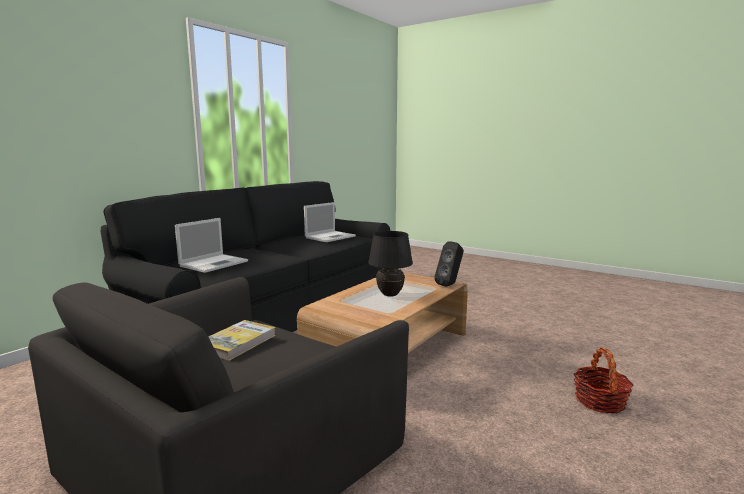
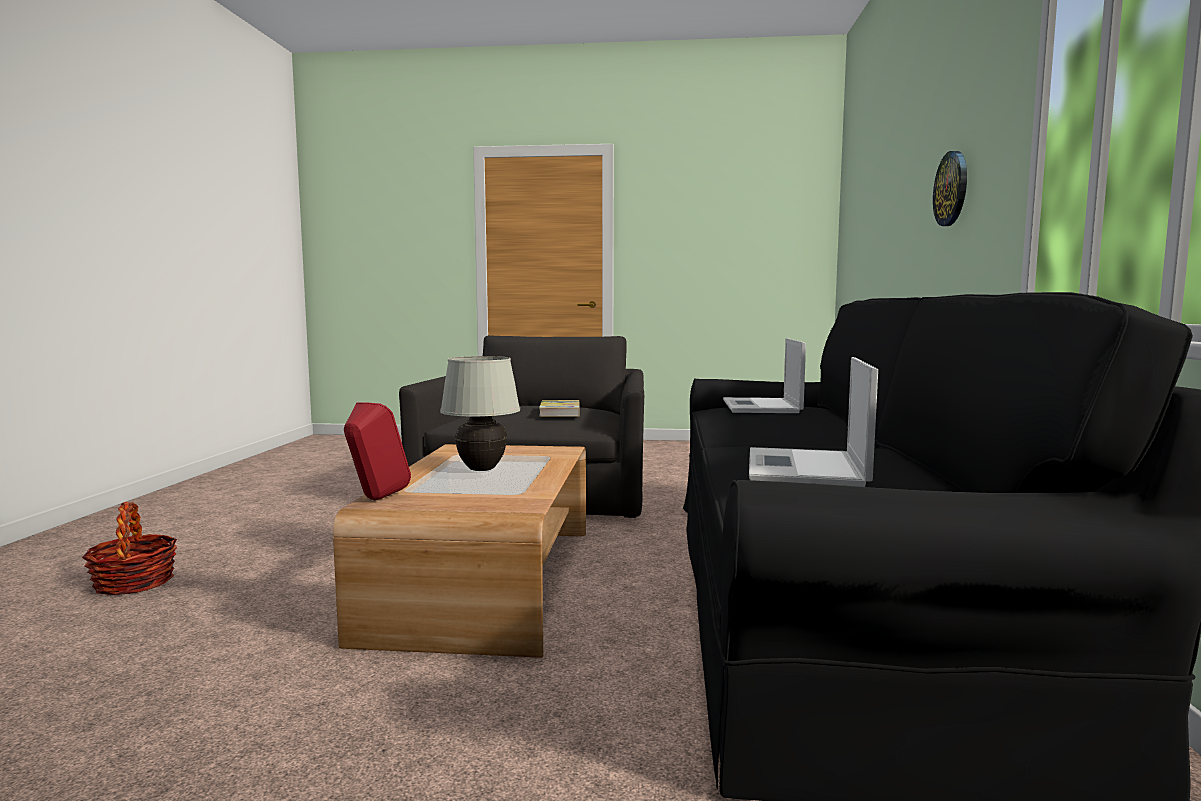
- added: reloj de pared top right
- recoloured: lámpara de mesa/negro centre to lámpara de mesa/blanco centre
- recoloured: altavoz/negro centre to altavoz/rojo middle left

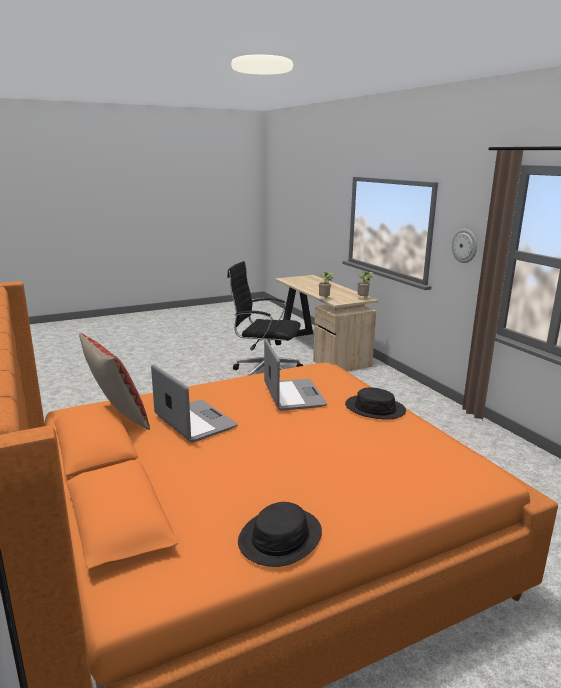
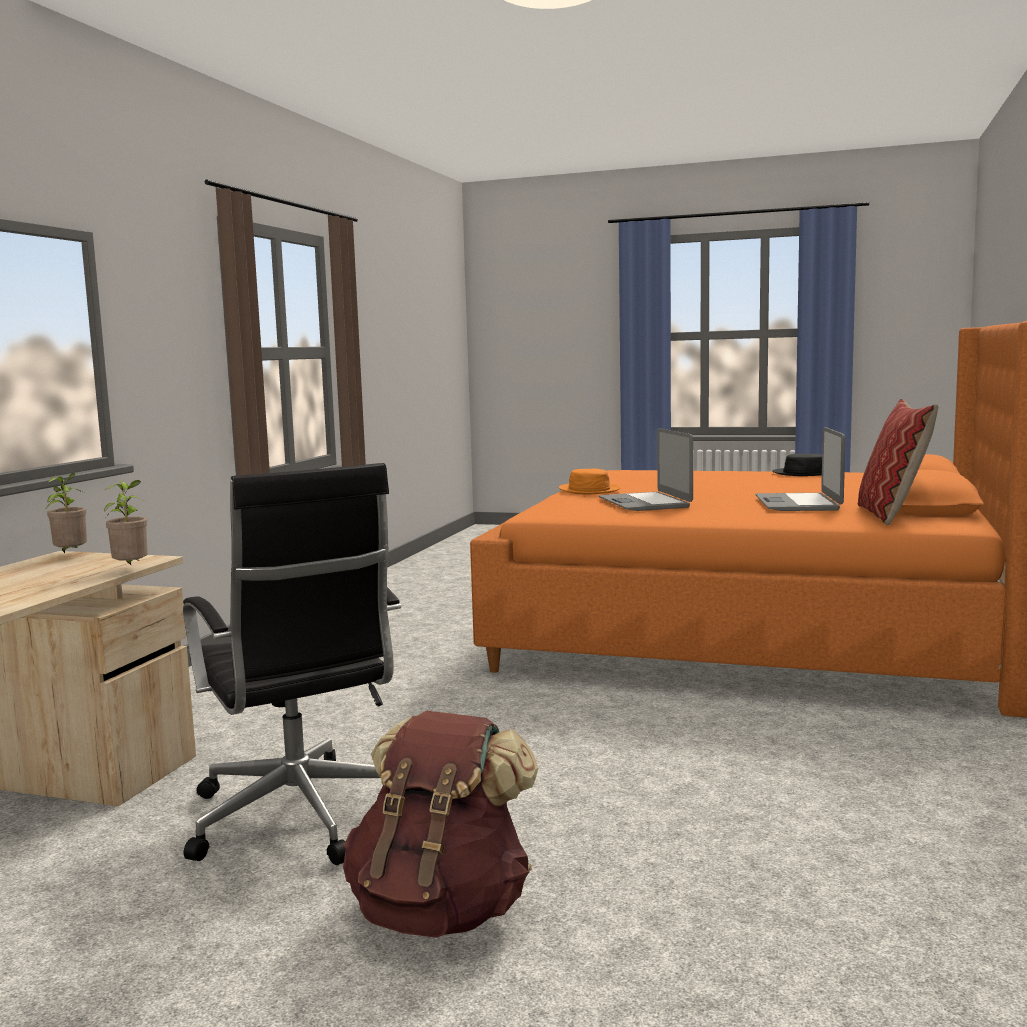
- removed: reloj de pared middle right
- added: mochila/marrón bottom centre
- recoloured: sombrero/negro (2nd from left) middle right to sombrero/naranja centre
- turned: portátil (2nd from left in the first image) centre = centre 45 degrees counterclockwise

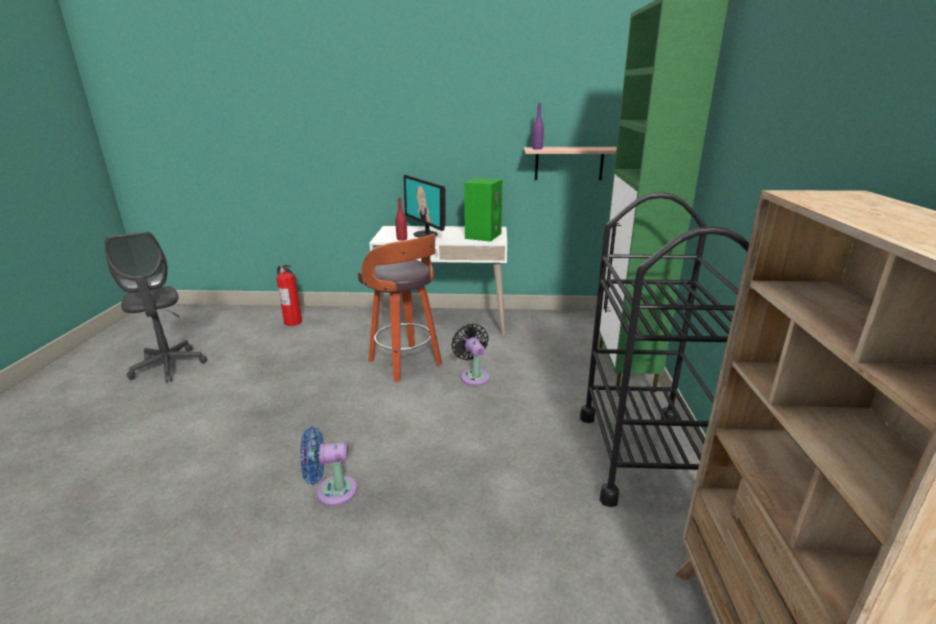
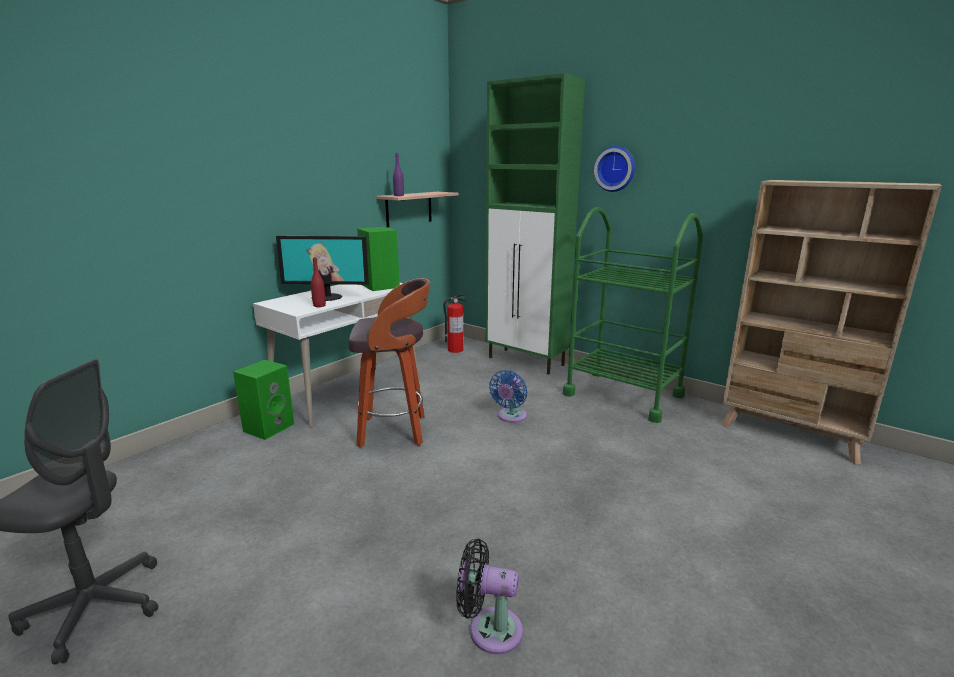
- added: altavoz/verde (1st from left) middle left
- added: reloj de pared top centre
- moved: extintor middle left to centre
- moved: ventilador/azul bottom centre to centre
- moved: ventilador/negro centre to bottom centre
- recoloured: carrito/negro middle right to carrito/verde centre

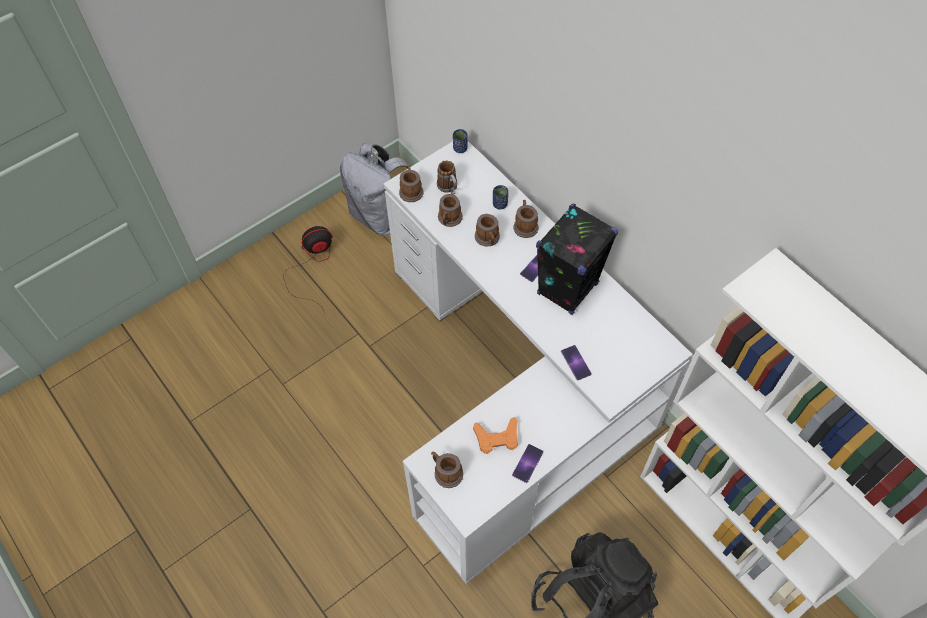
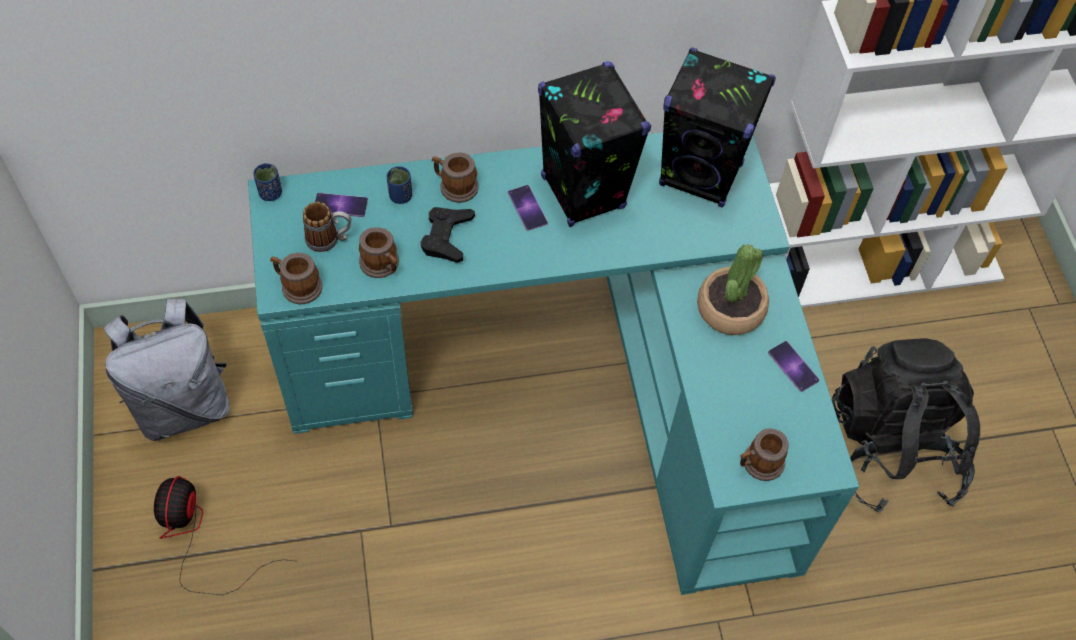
- removed: mando de consola/naranja bottom centre
- added: altavoz/negro (2nd from left) top centre
- added: planta en maceta middle right
- moved: móvil (3rd from left in the first image) centre to móvil (1st from left) top left
- replaced: taza grande (5th from left) centre to mando de consola/negro centre
- recoloured: escritorio/blanco centre to escritorio/turquesa centre

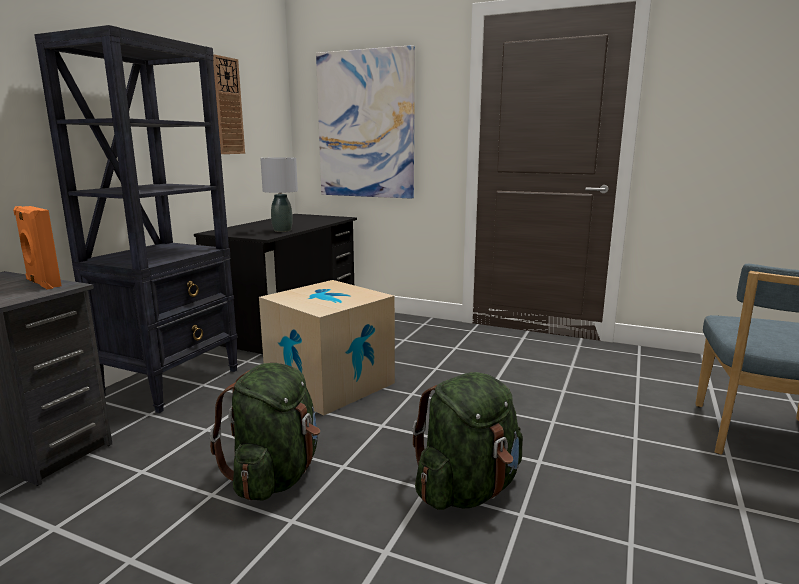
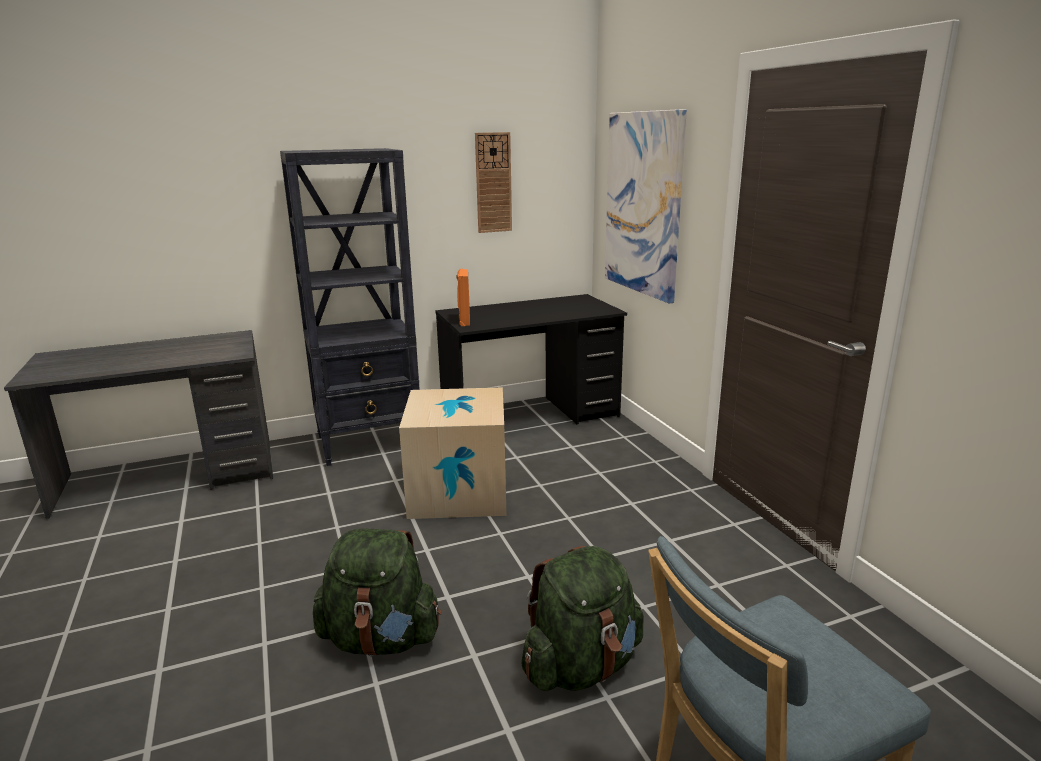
- removed: lámpara de mesa/gris top centre
- moved: altavoz/naranja middle left to centre
- moved: mochila/verde (1st from left in the first image) bottom left to mochila/verde (2nd from left) bottom centre

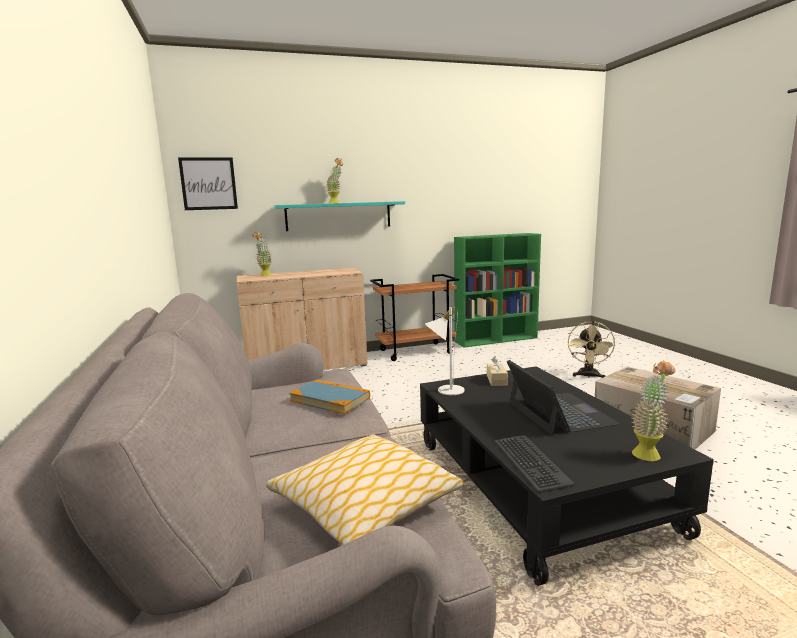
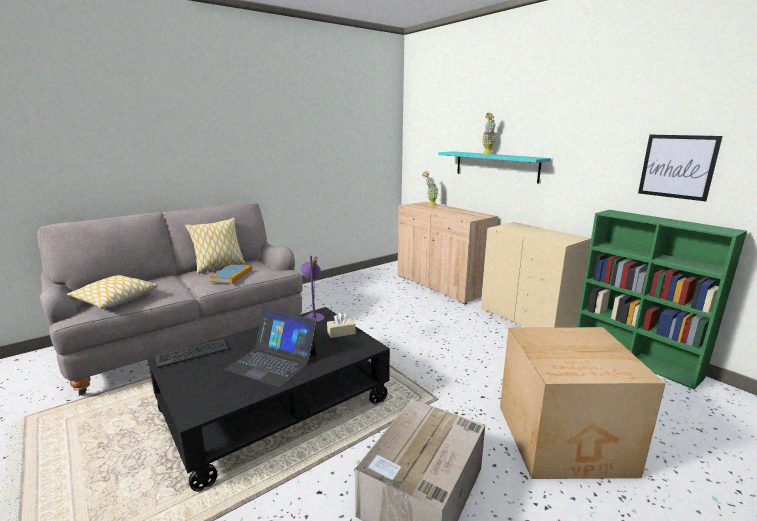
- removed: planta en maceta (3rd from left) middle right
- added: cojín (2nd from left) middle left
- moved: cuadro top left to top right
- replaced: carrito/marrón centre to cómoda/beis middle right
- replaced: ventilador/beis middle right to caja de cartón (2nd from left) bottom right
- recoloured: lámpara de mesa/blanco centre to lámpara de mesa/morado centre
- turned: portátil middle right = centre 60 degrees clockwise

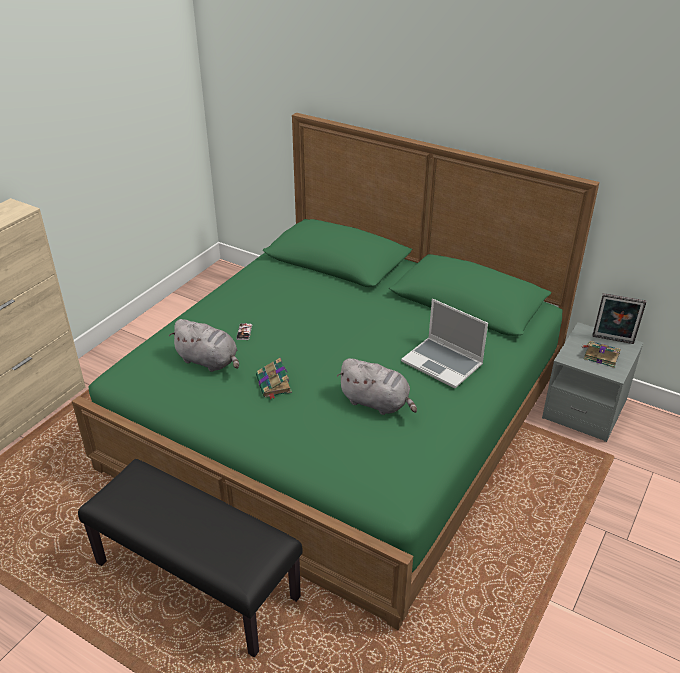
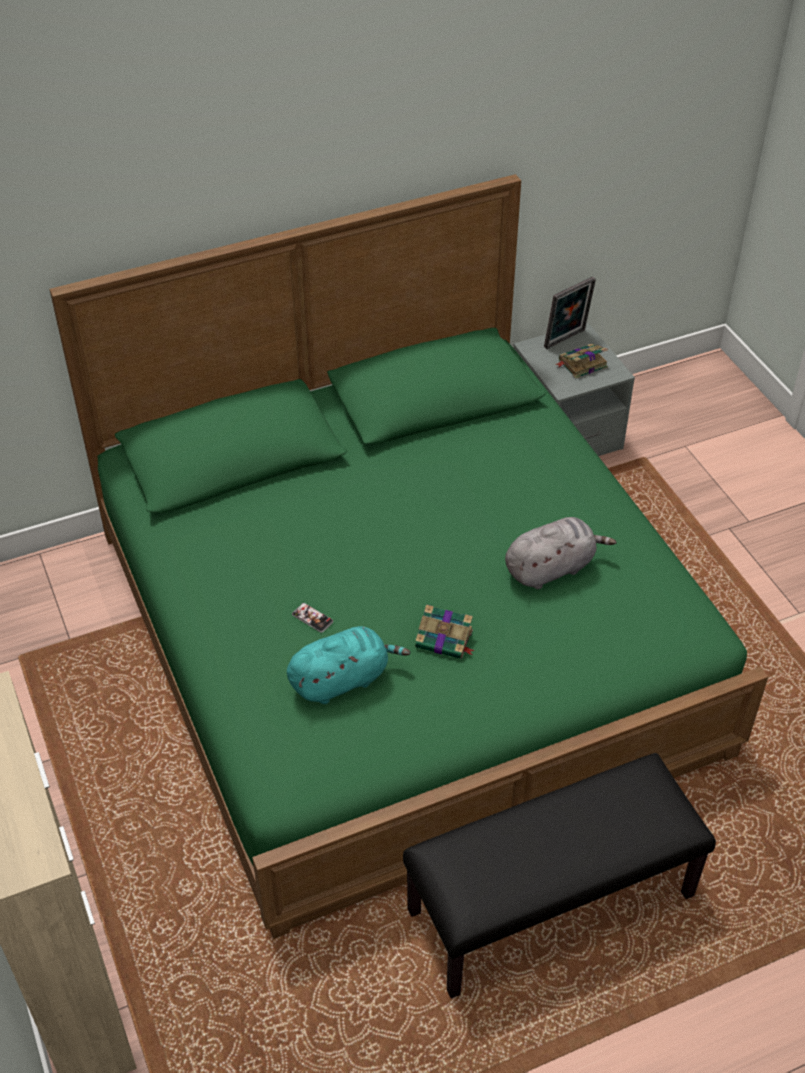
- removed: portátil centre
- recoloured: peluche/gris (1st from left) middle left to peluche/turquesa centre

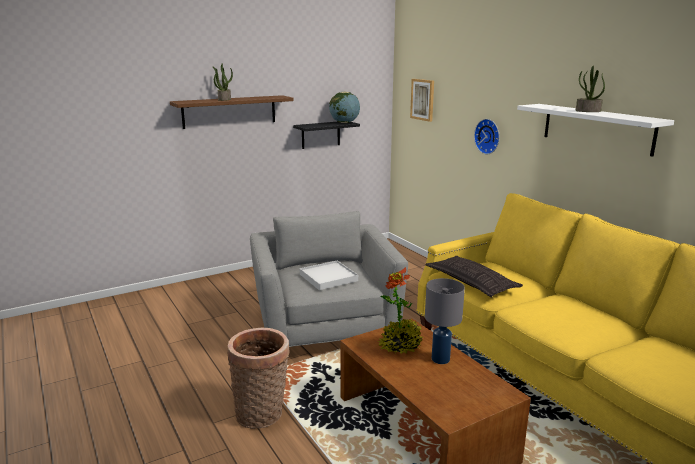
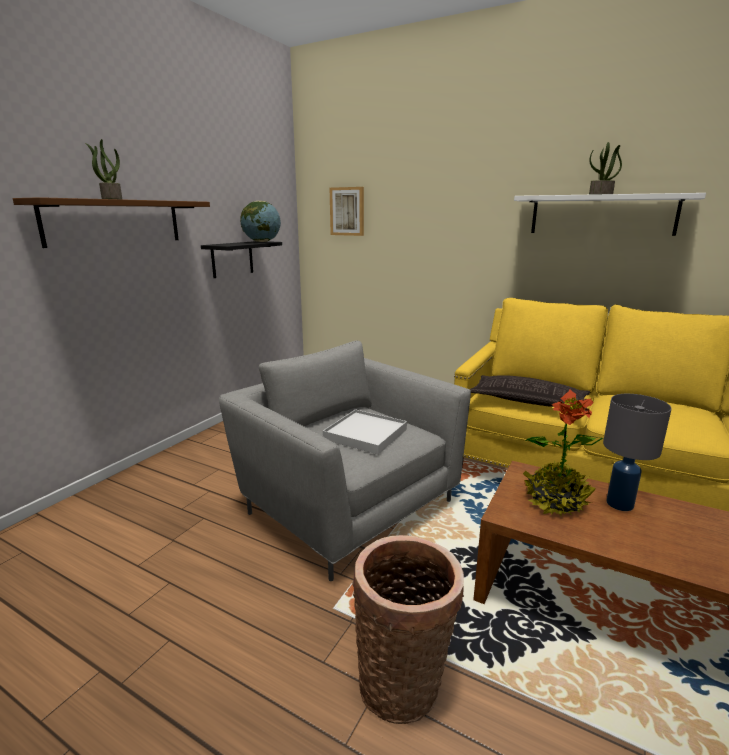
- removed: reloj de pared top right

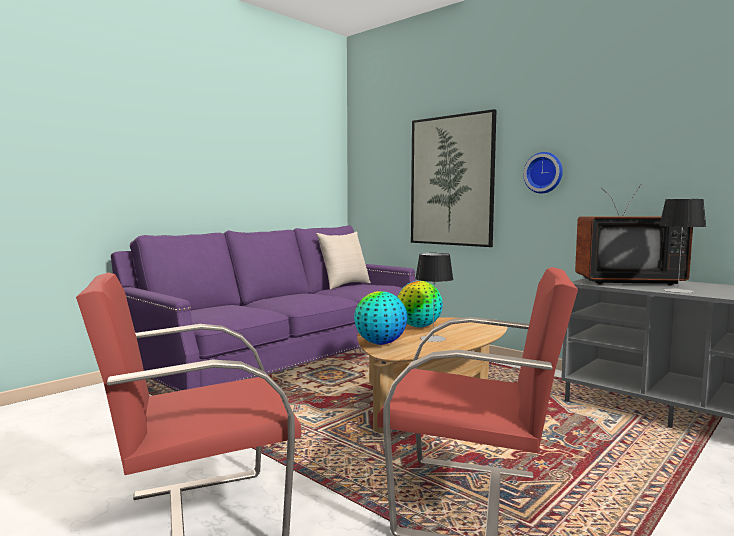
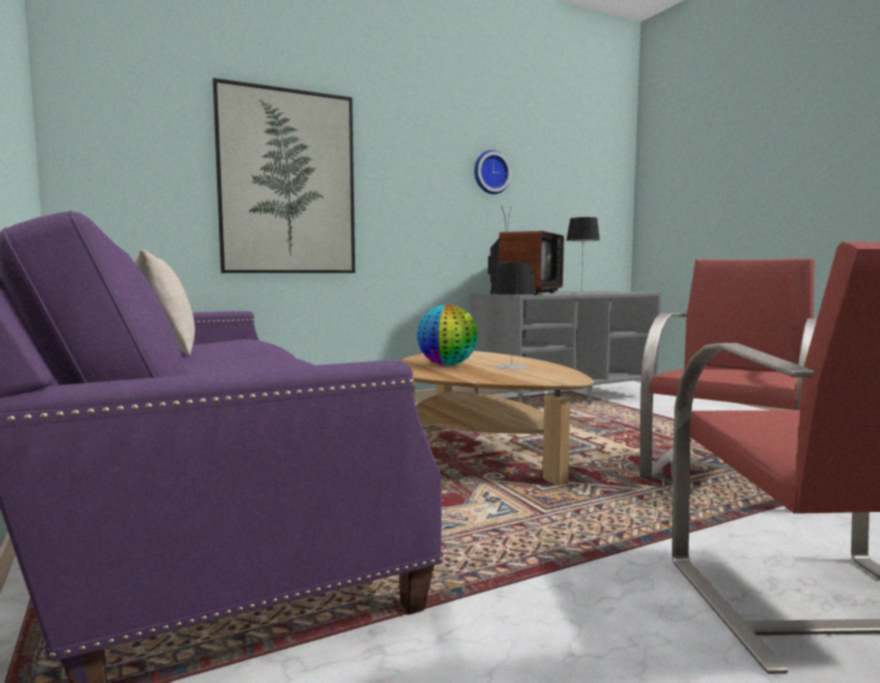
- removed: globo terráqueo (1st from left) centre
- moved: reloj de pared top right to top centre

